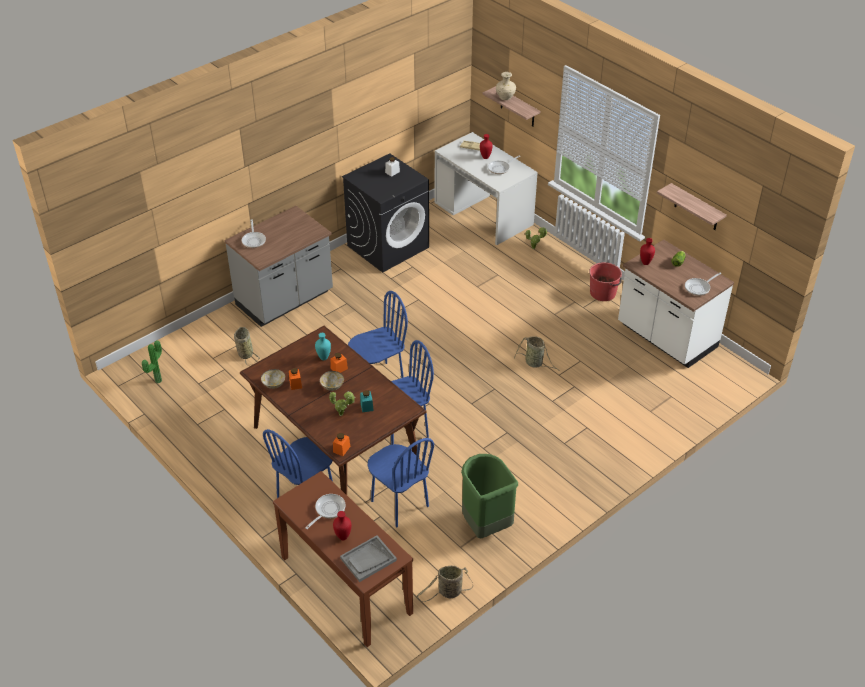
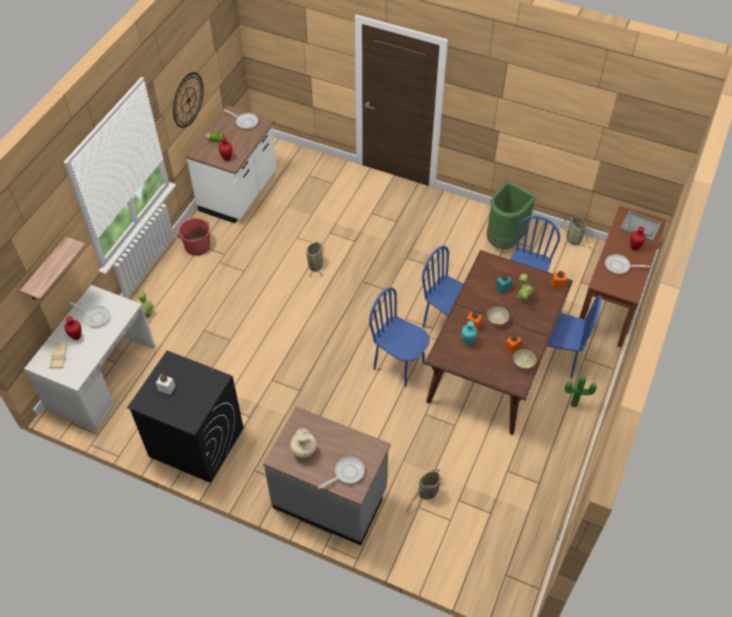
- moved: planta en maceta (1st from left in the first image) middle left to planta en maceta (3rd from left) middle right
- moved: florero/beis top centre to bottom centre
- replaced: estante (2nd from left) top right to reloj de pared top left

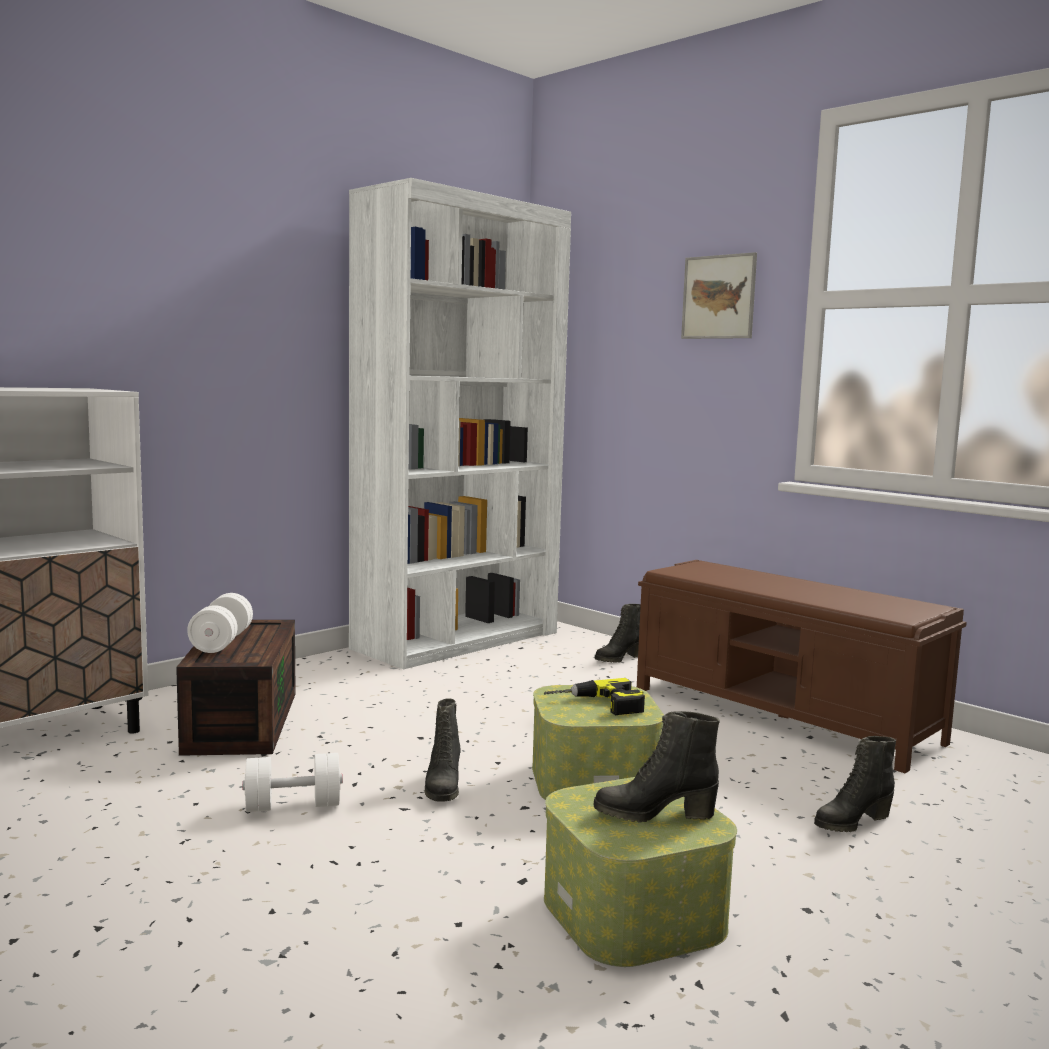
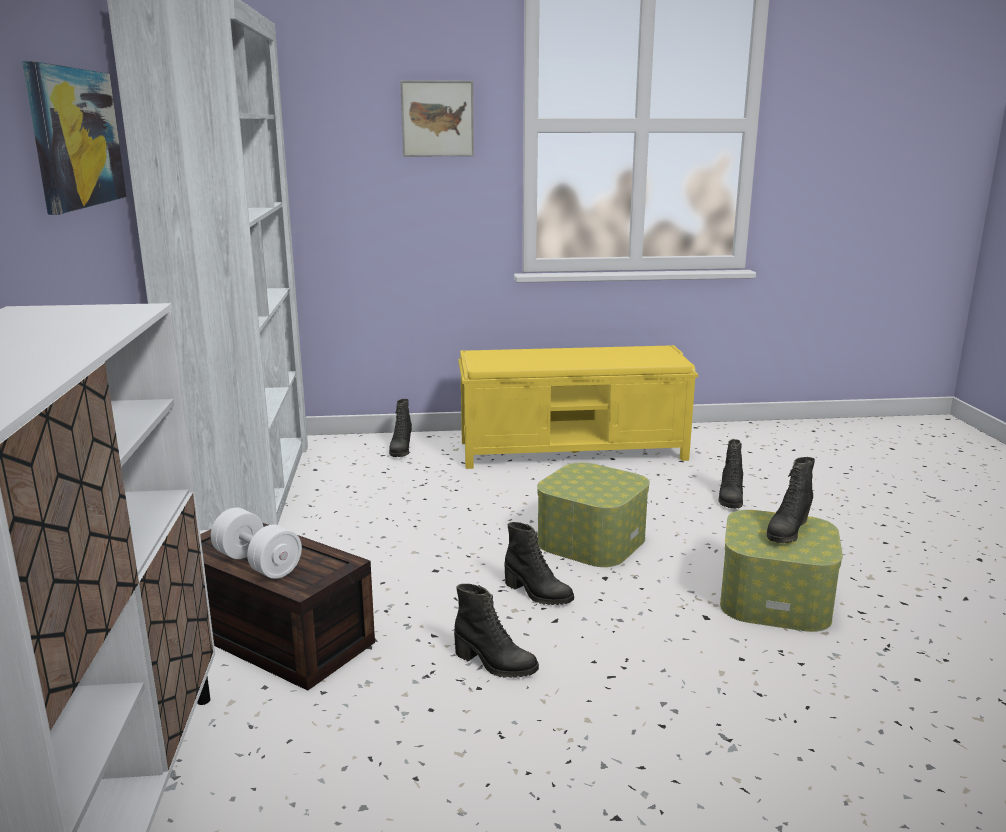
- removed: taladro centre
- added: cuadro (1st from left) top left
- replaced: mancuerna/blanco (2nd from left) bottom left to bota/negro (2nd from left) bottom centre
- recoloured: banco/marrón middle right to banco/amarillo centre

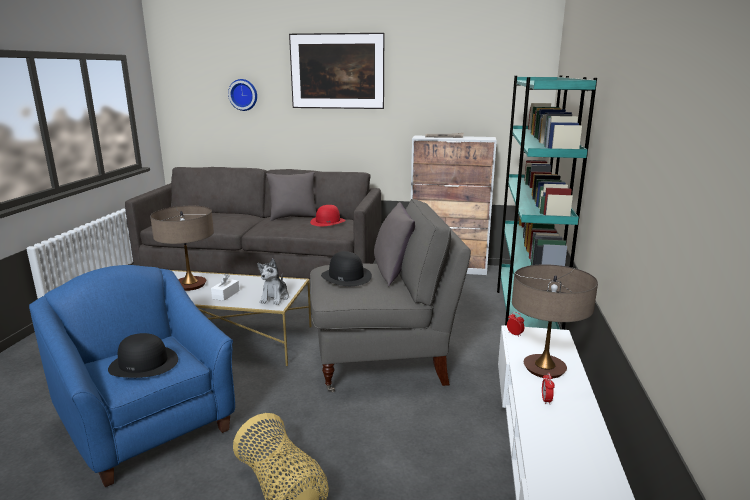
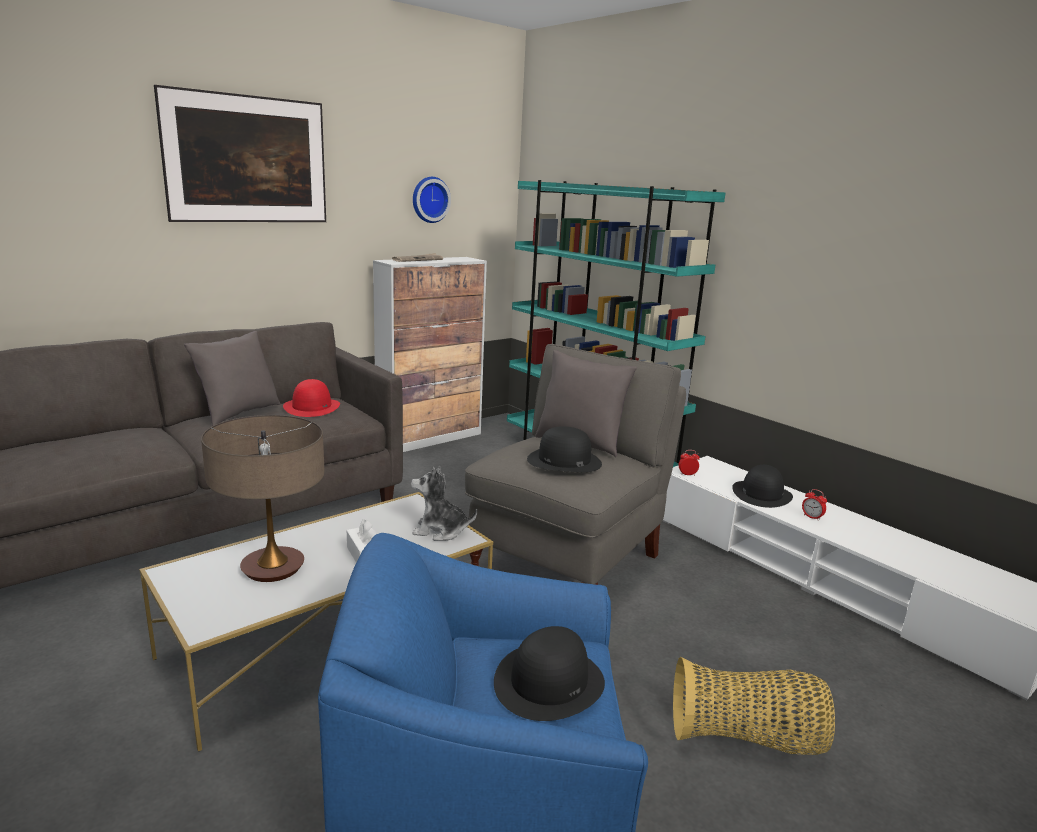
- moved: reloj de pared top left to top centre
- replaced: lámpara de mesa (2nd from left) middle right to sombrero/negro (3rd from left) middle right
- turned: peluche centre = centre 135 degrees clockwise

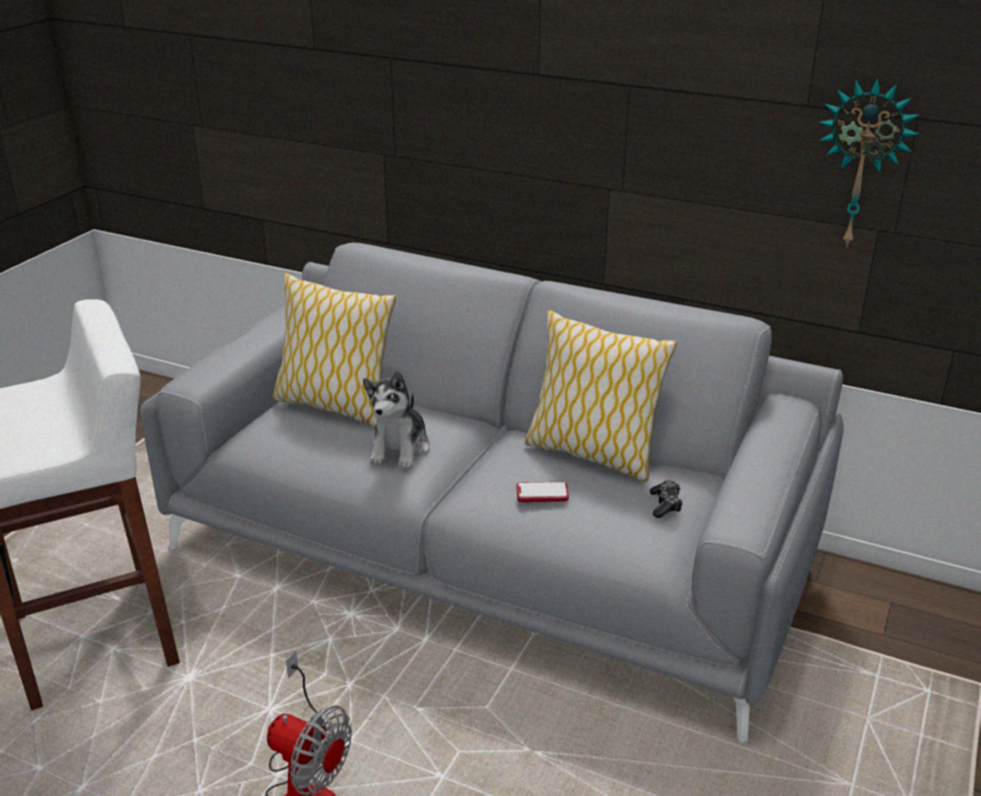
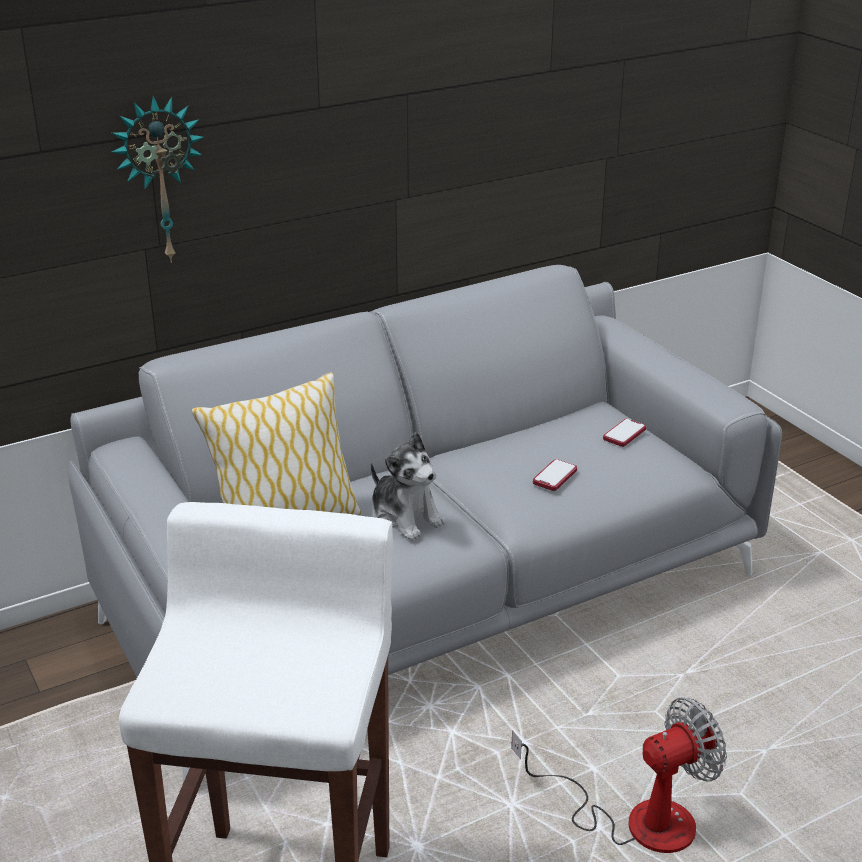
- removed: cojín (2nd from left) centre
- moved: reloj de pared top right to top left
- replaced: mando de consola middle right to móvil (2nd from left) middle right

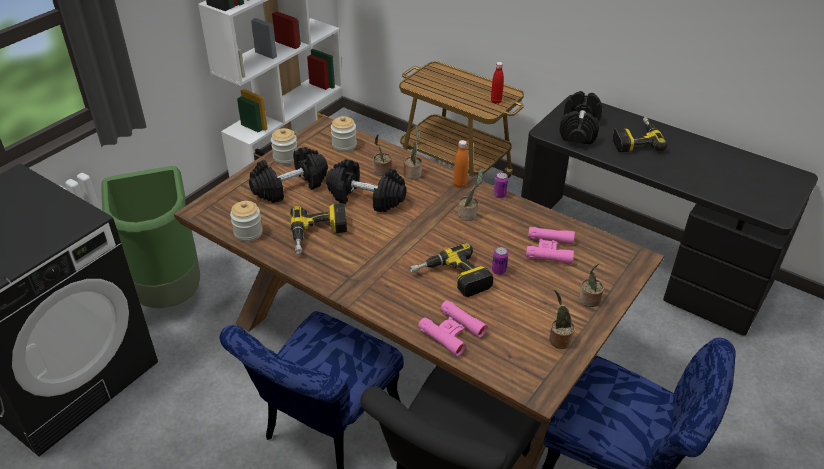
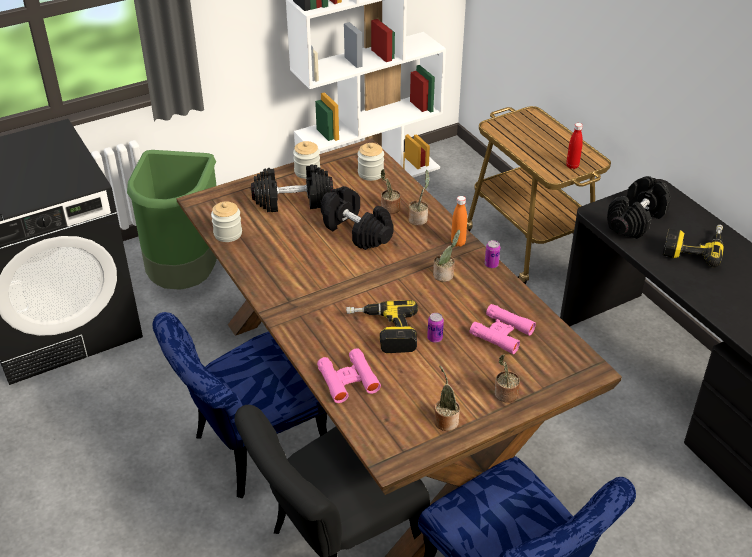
- removed: taladro (1st from left) centre

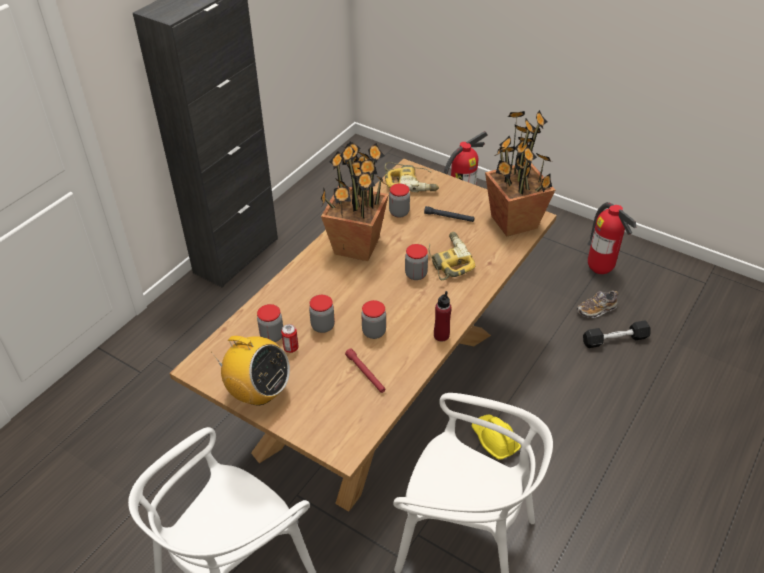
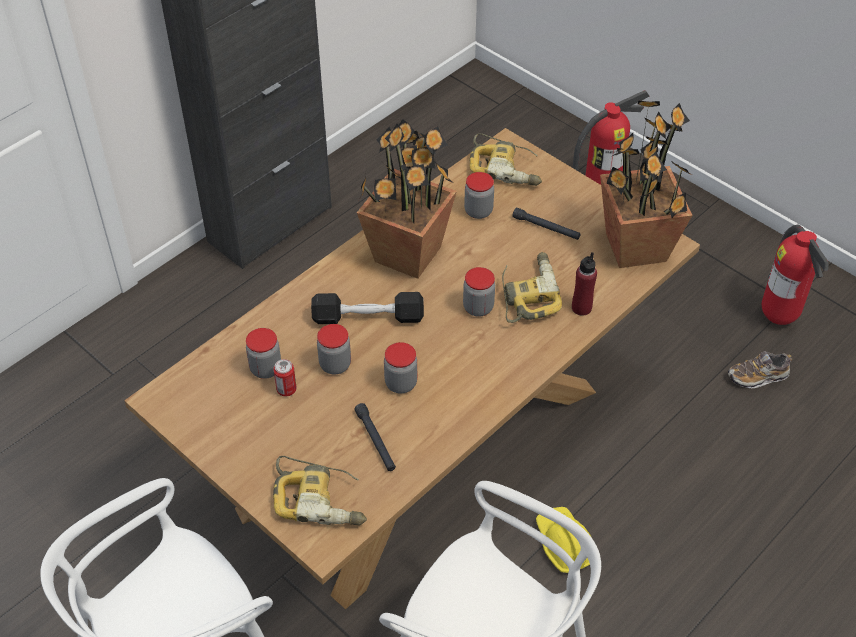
- removed: radio middle left
- added: taladro (1st from left) bottom centre
- moved: botella/rojo centre to middle right
- moved: mancuerna/negro middle right to centre
- recoloured: linterna/rojo centre to linterna/negro (1st from left) bottom centre

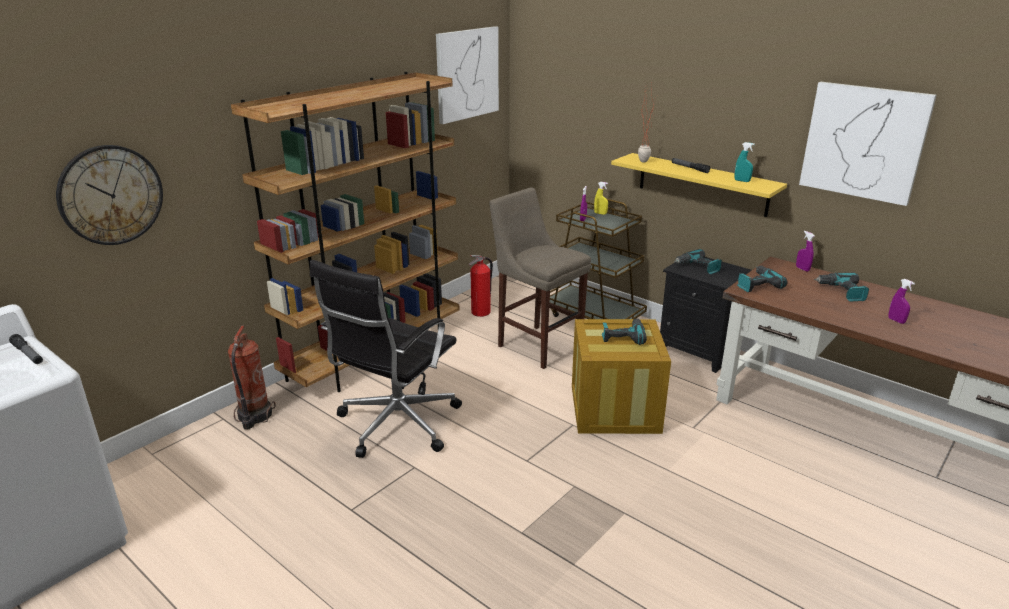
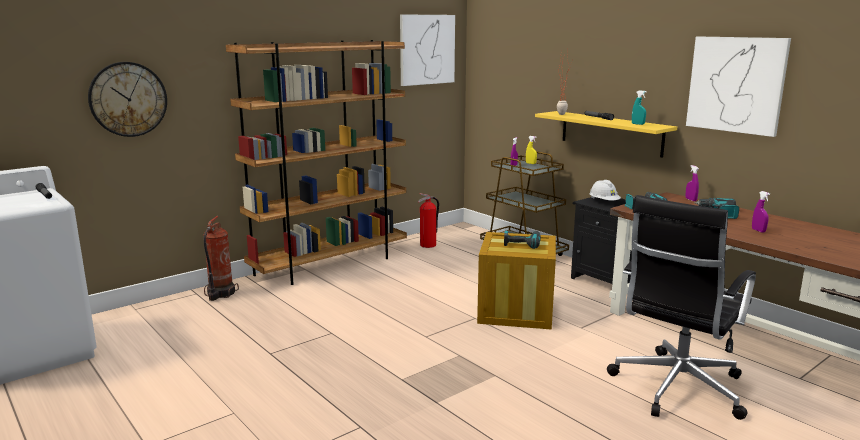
- removed: taburete/beis centre
- moved: silla de oficina/negro centre to bottom right
- replaced: taladro (2nd from left) middle right to casco/blanco middle right

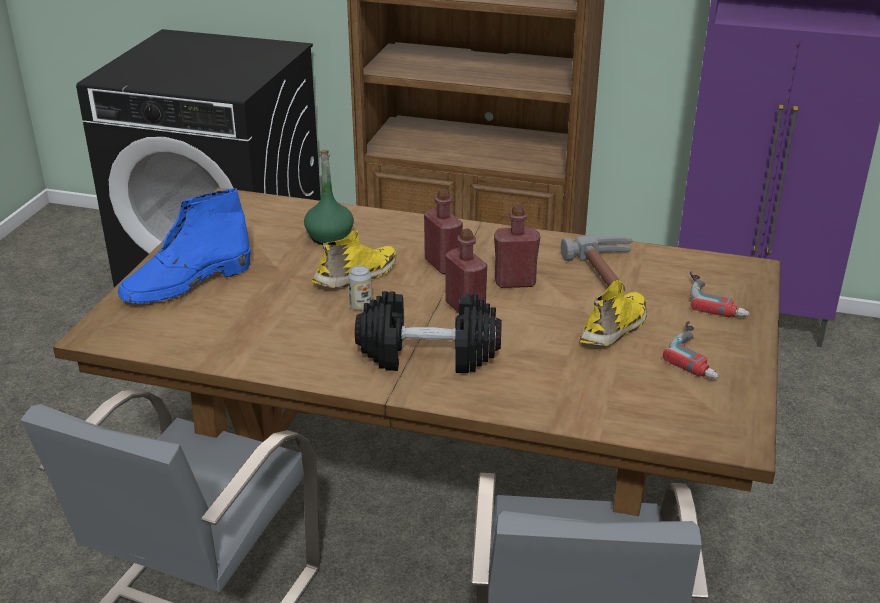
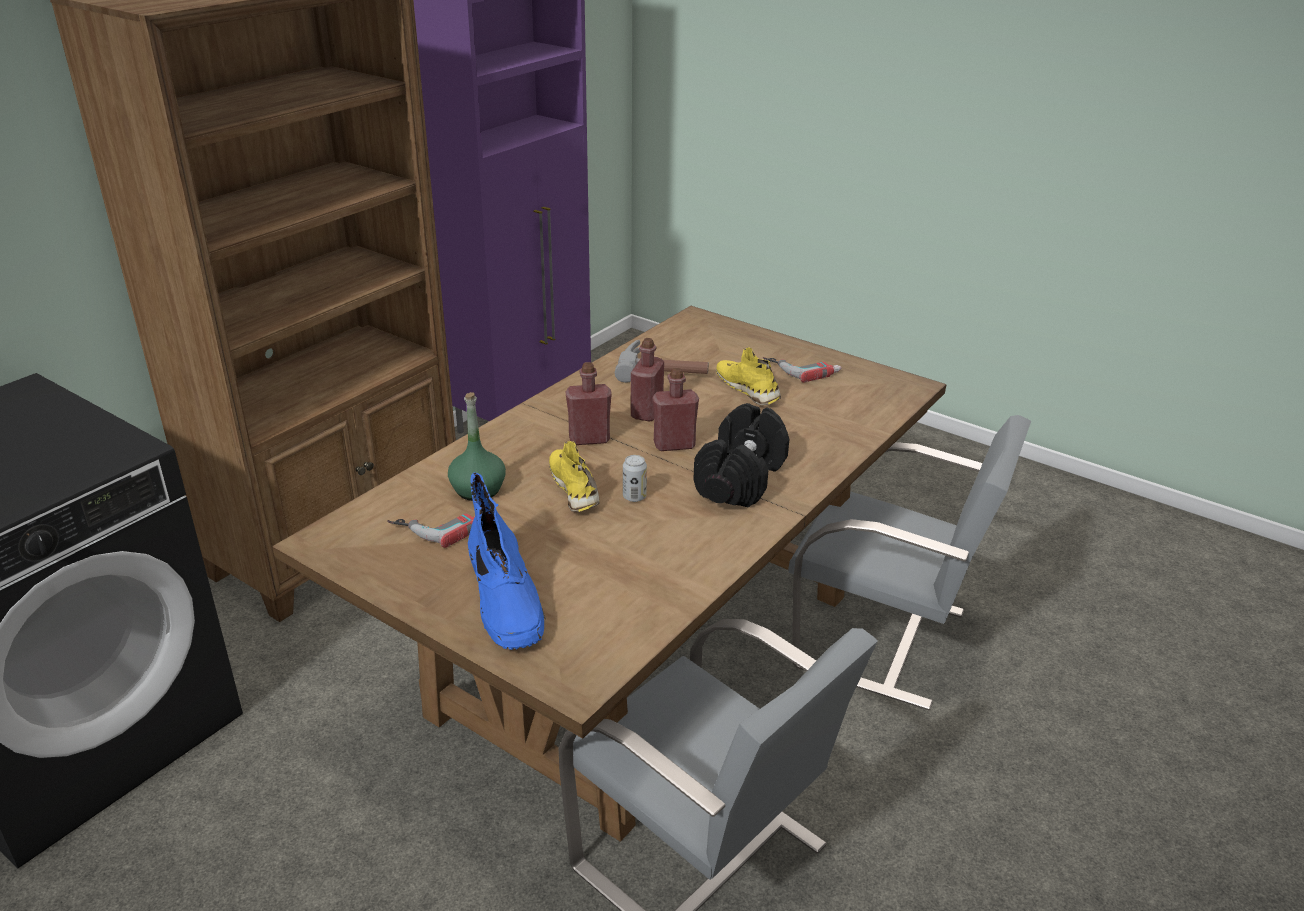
- moved: taladro (2nd from left in the first image) middle right to taladro (1st from left) middle left

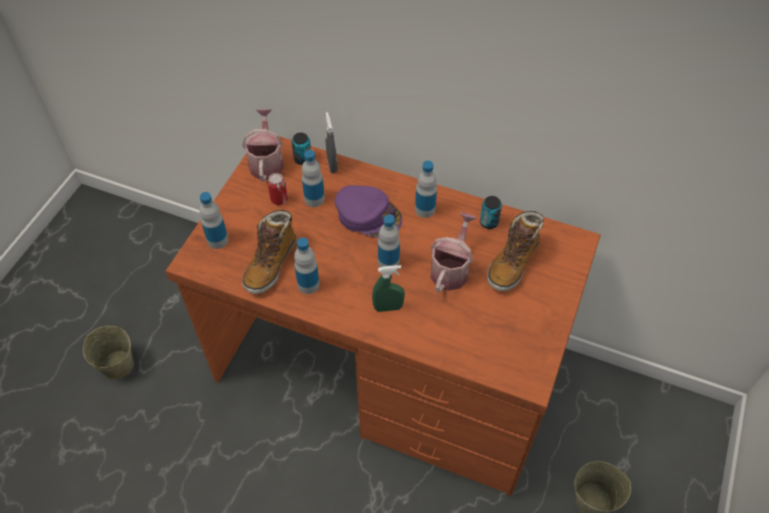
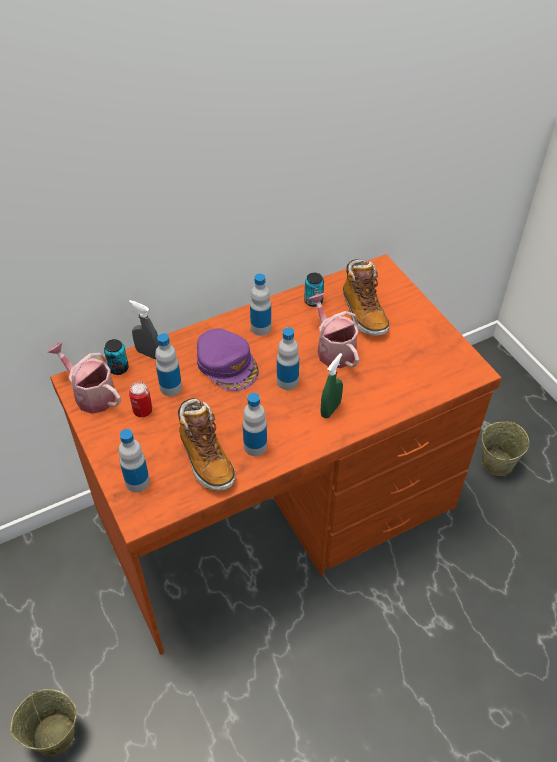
- turned: gorra/morado centre = centre 75 degrees clockwise

